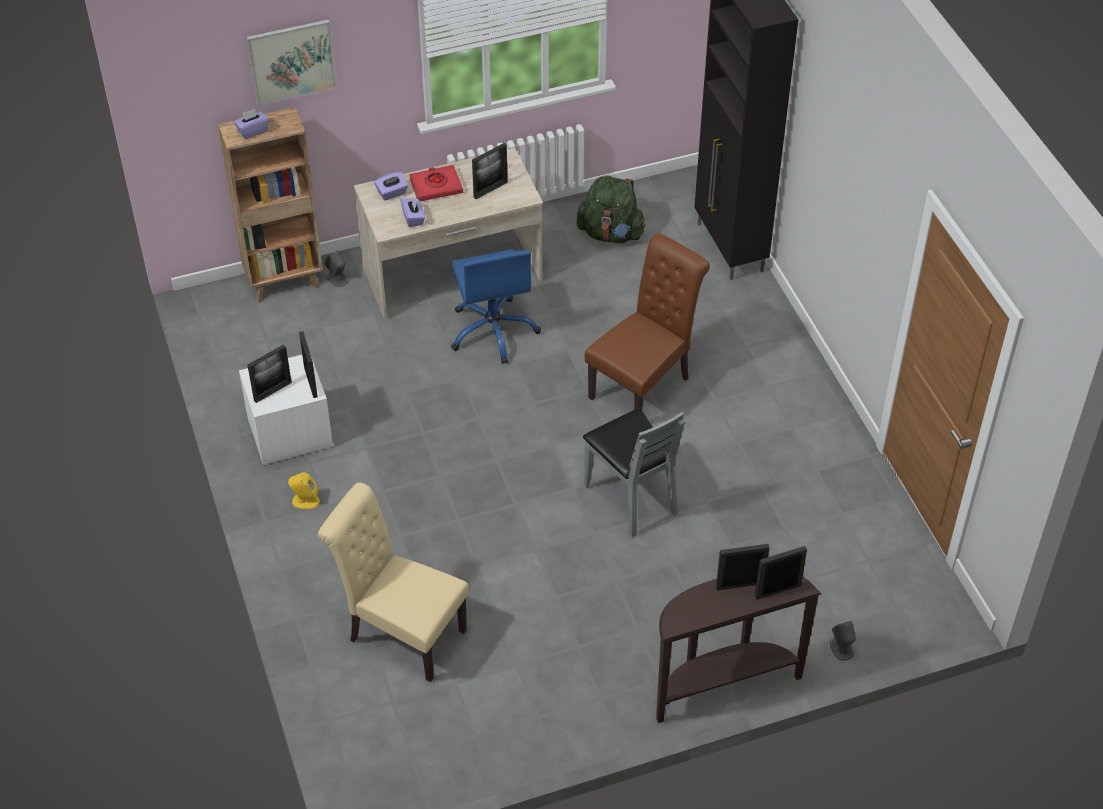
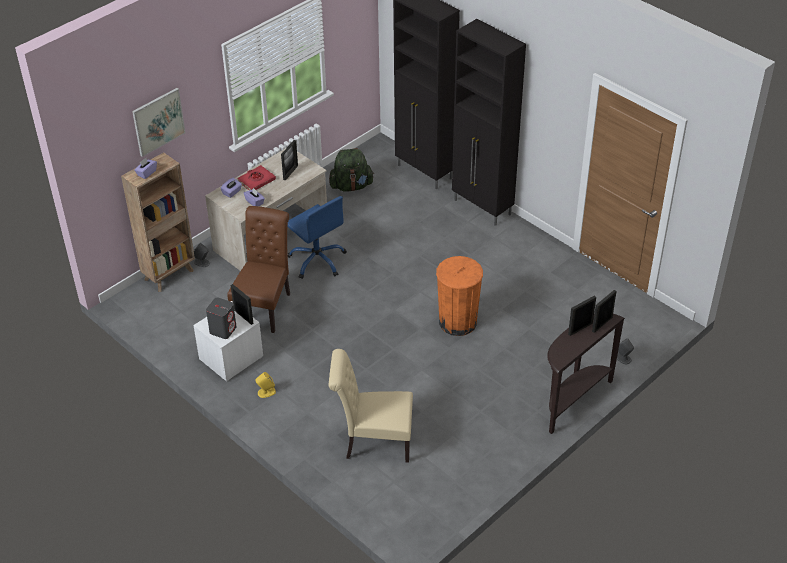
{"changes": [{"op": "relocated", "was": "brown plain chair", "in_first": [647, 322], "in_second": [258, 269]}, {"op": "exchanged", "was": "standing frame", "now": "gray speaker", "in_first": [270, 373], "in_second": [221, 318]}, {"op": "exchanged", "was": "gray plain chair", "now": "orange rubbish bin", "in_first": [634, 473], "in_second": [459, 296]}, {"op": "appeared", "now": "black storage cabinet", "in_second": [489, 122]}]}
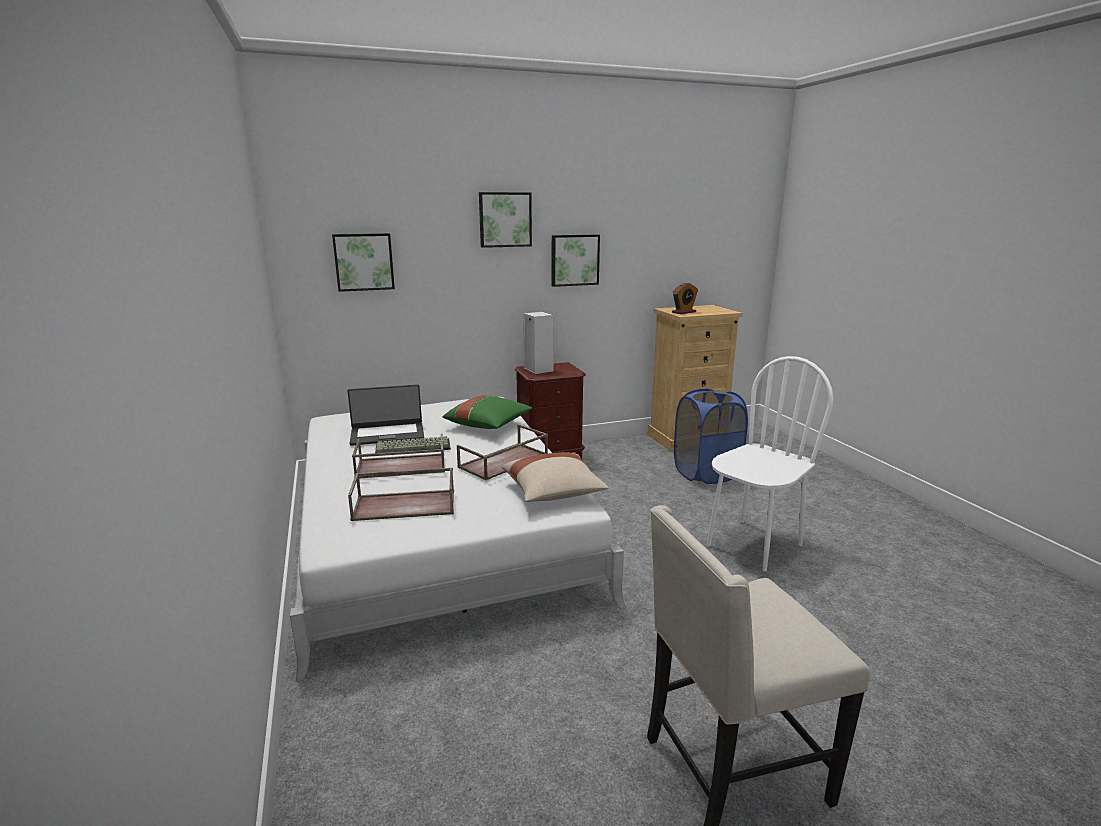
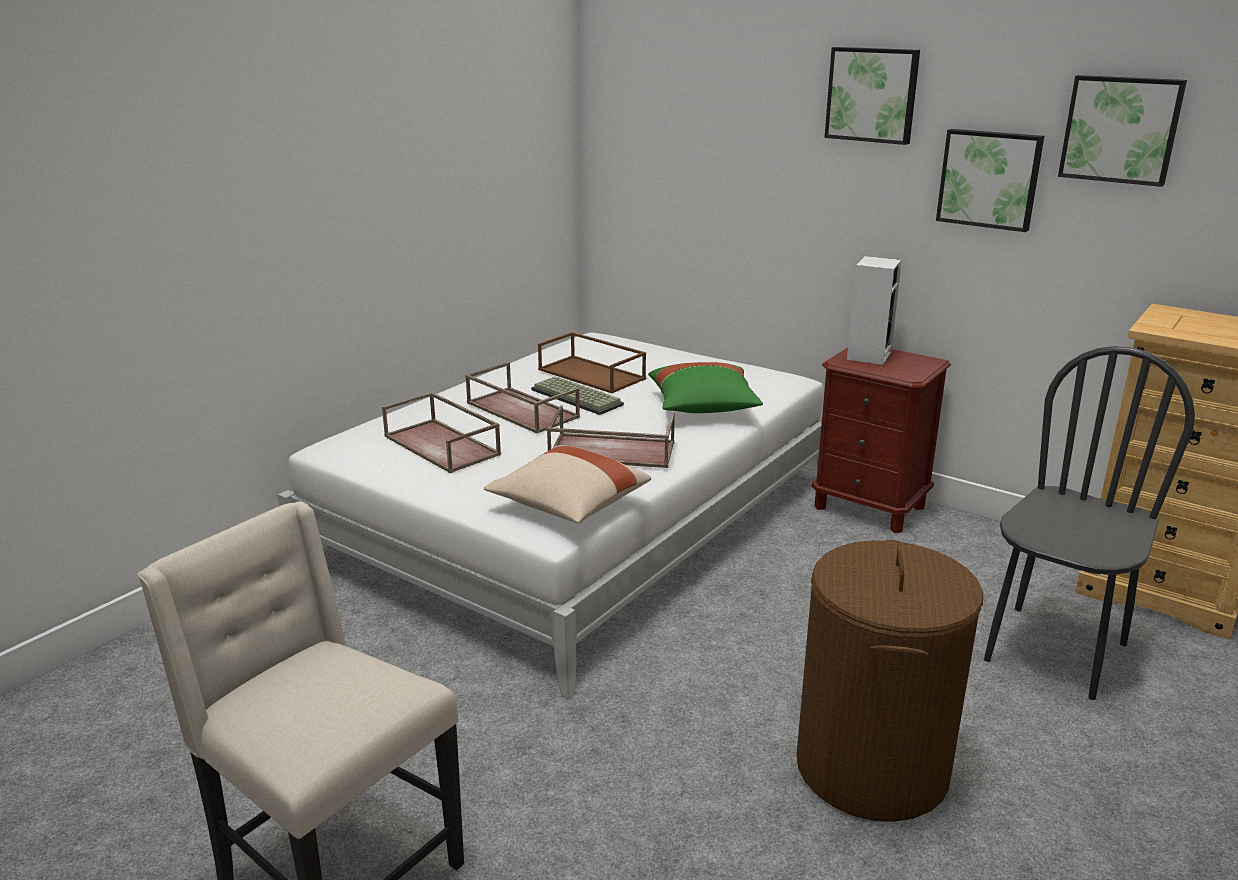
{"changes": [{"op": "relocated", "was": "picture", "in_first": [363, 262], "in_second": [1122, 131]}, {"op": "missing", "was": "alarm clock", "in_first": [685, 298]}, {"op": "exchanged", "was": "white plain chair", "now": "brown washing basket", "in_first": [770, 464], "in_second": [889, 681]}, {"op": "exchanged", "was": "laptop", "now": "brown carrying tray", "in_first": [385, 415], "in_second": [592, 362]}, {"op": "exchanged", "was": "bluish washing basket", "now": "black plain chair", "in_first": [711, 436], "in_second": [1089, 523]}]}
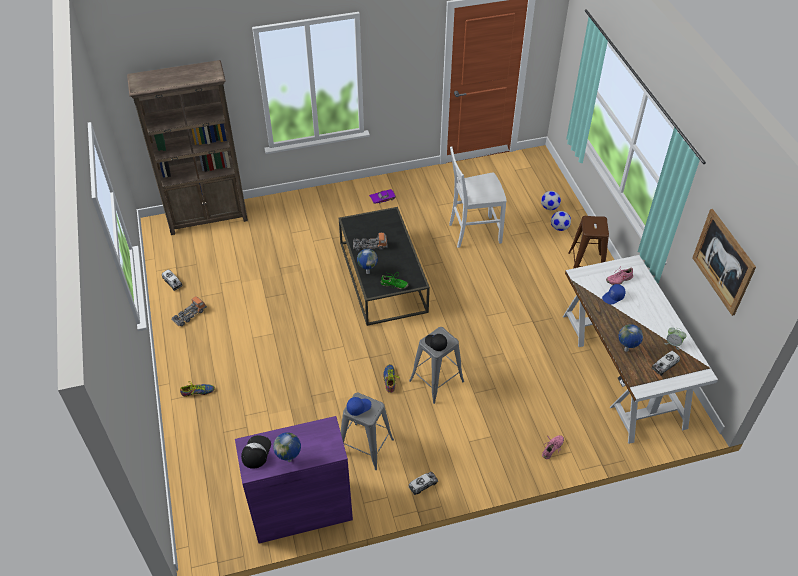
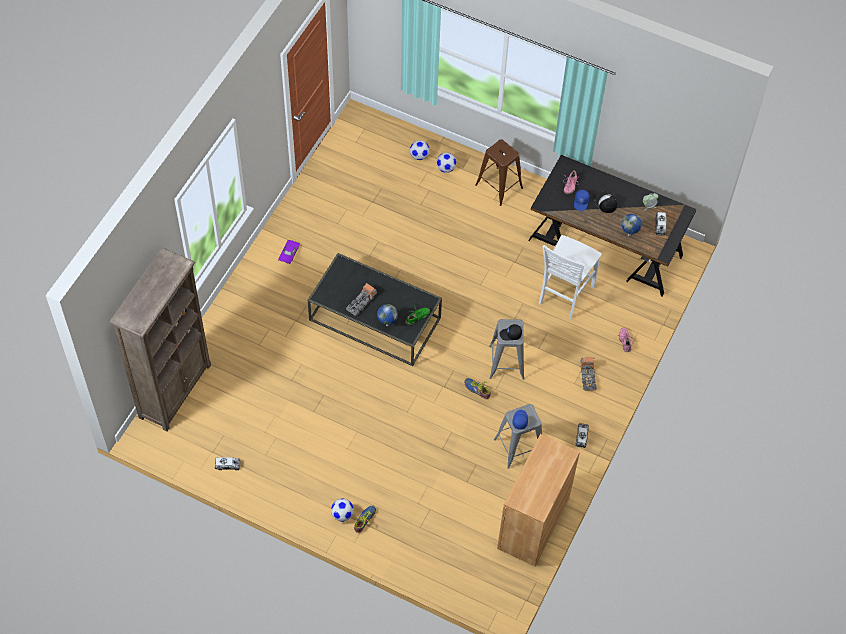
{"changes": [{"op": "relocated", "was": "white plain chair", "in_first": [478, 197], "in_second": [570, 277]}, {"op": "missing", "was": "picture", "in_first": [724, 262]}, {"op": "colour", "was": "white desk table", "now": "black desk table", "in_first": [640, 349], "in_second": [612, 226]}, {"op": "relocated", "was": "model truck", "in_first": [189, 311], "in_second": [588, 374]}, {"op": "colour", "was": "purple storage cabinet", "now": "brown storage cabinet", "in_first": [294, 480], "in_second": [538, 500]}, {"op": "missing", "was": "world globe", "in_first": [287, 447]}, {"op": "relocated", "was": "cap", "in_first": [256, 452], "in_second": [604, 202]}, {"op": "appeared", "now": "ball for football", "in_second": [342, 510]}]}
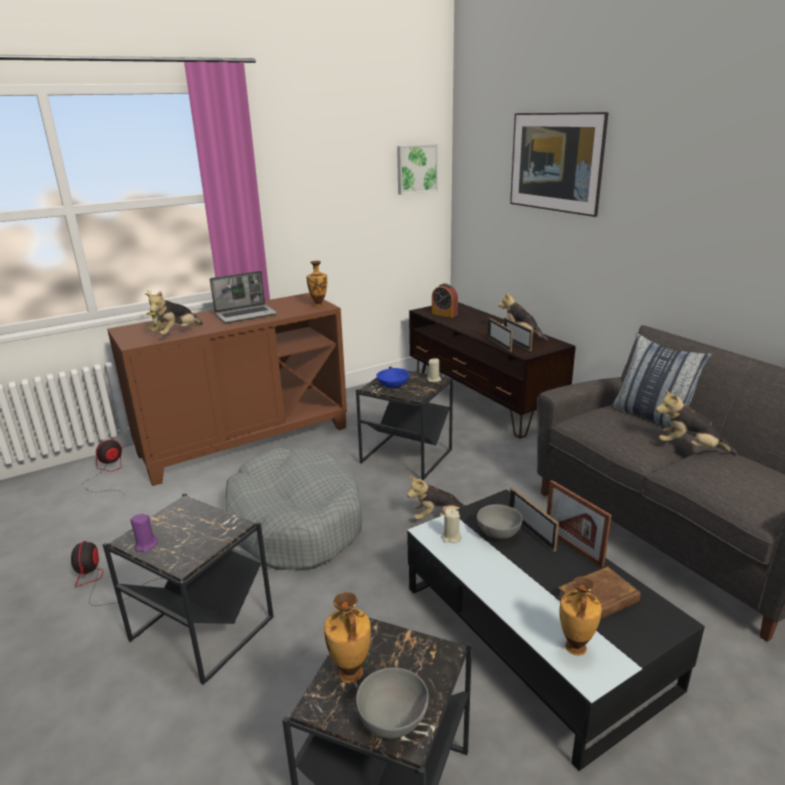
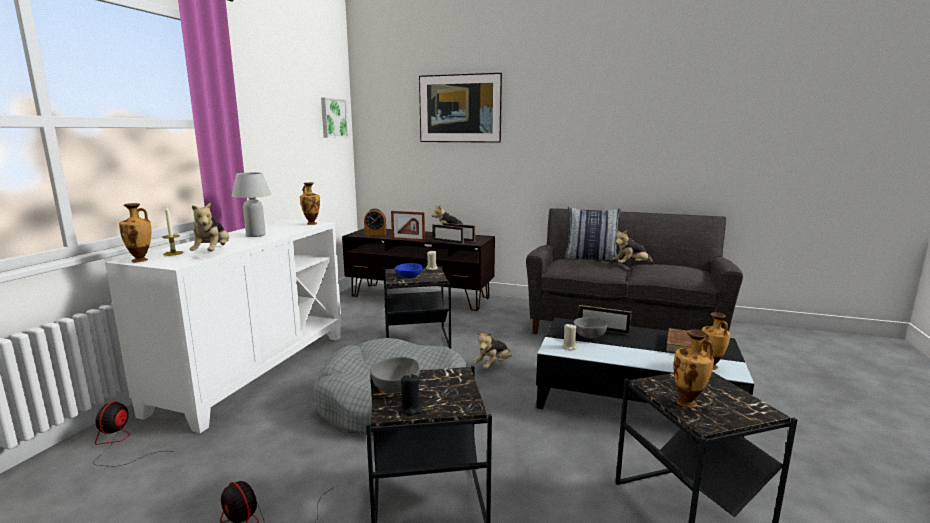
{"changes": [{"op": "exchanged", "was": "laptop", "now": "white table lamp", "in_first": [243, 297], "in_second": [251, 205]}, {"op": "colour", "was": "brown storage cabinet", "now": "white storage cabinet", "in_first": [227, 389], "in_second": [223, 326]}, {"op": "relocated", "was": "standing frame", "in_first": [579, 524], "in_second": [408, 226]}, {"op": "colour", "was": "purple wax candle", "now": "black wax candle", "in_first": [144, 533], "in_second": [411, 395]}, {"op": "relocated", "was": "gray deep dish", "in_first": [392, 703], "in_second": [395, 375]}, {"op": "appeared", "now": "decorative vase", "in_second": [135, 232]}]}
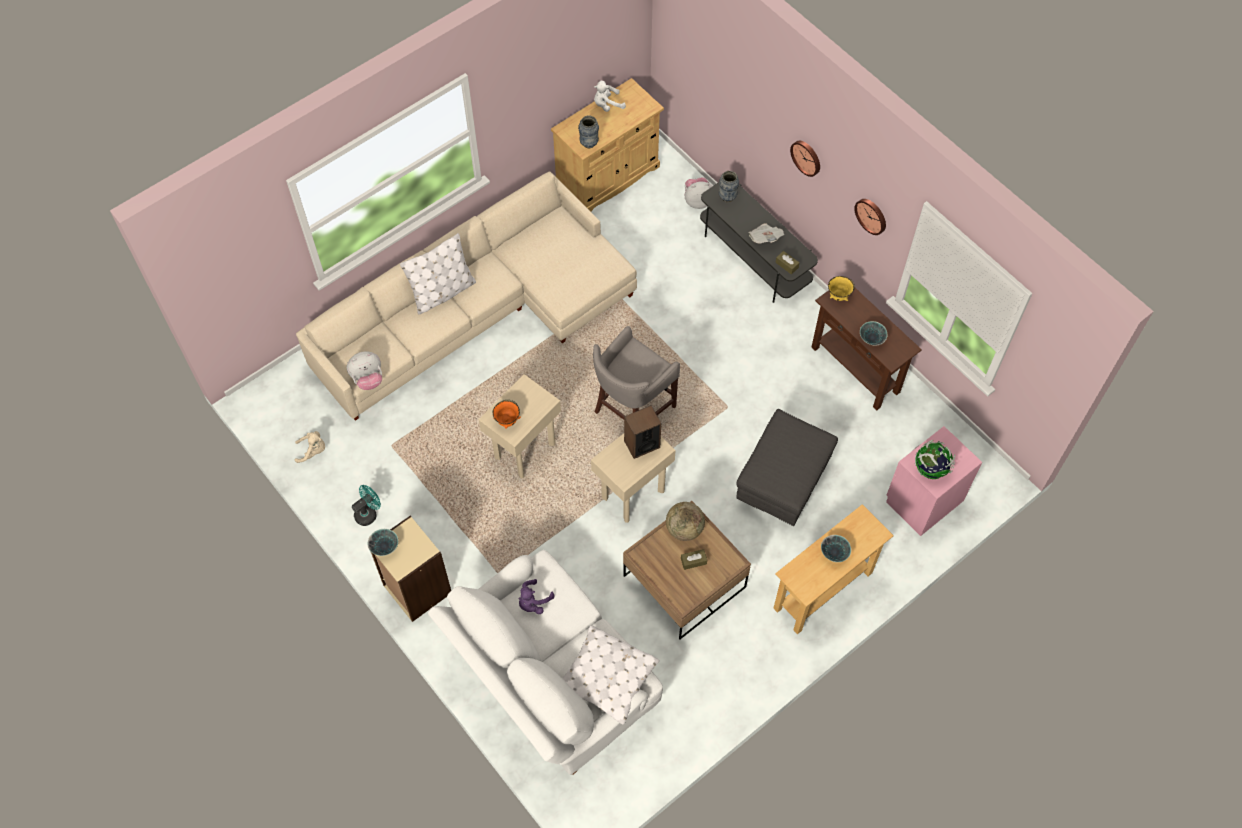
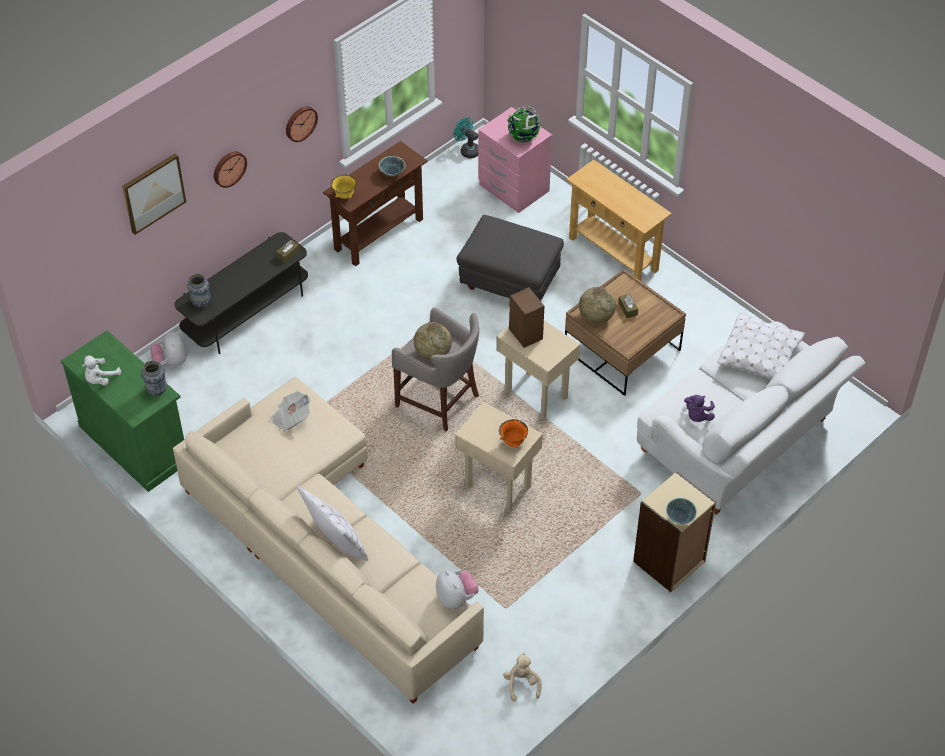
{"changes": [{"op": "colour", "was": "sand-coloured storage cabinet", "now": "greenish storage cabinet", "in_first": [607, 144], "in_second": [122, 411]}, {"op": "spun", "was": "white cuddly toy", "in_first": [610, 96], "in_second": [101, 370], "clockwise": 60}, {"op": "relocated", "was": "printed paper", "in_first": [766, 233], "in_second": [290, 411]}, {"op": "relocated", "was": "turquoise-coloured fan", "in_first": [366, 505], "in_second": [465, 138]}, {"op": "missing", "was": "deep dish", "in_first": [836, 548]}, {"op": "spun", "was": "purple cuddly toy", "in_first": [536, 596], "in_second": [699, 408], "clockwise": 75}, {"op": "appeared", "now": "picture", "in_second": [154, 194]}, {"op": "appeared", "now": "world globe", "in_second": [433, 341]}]}
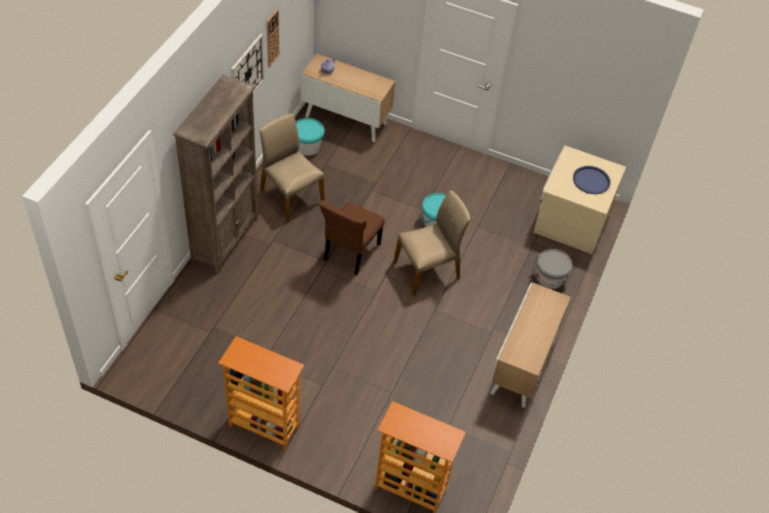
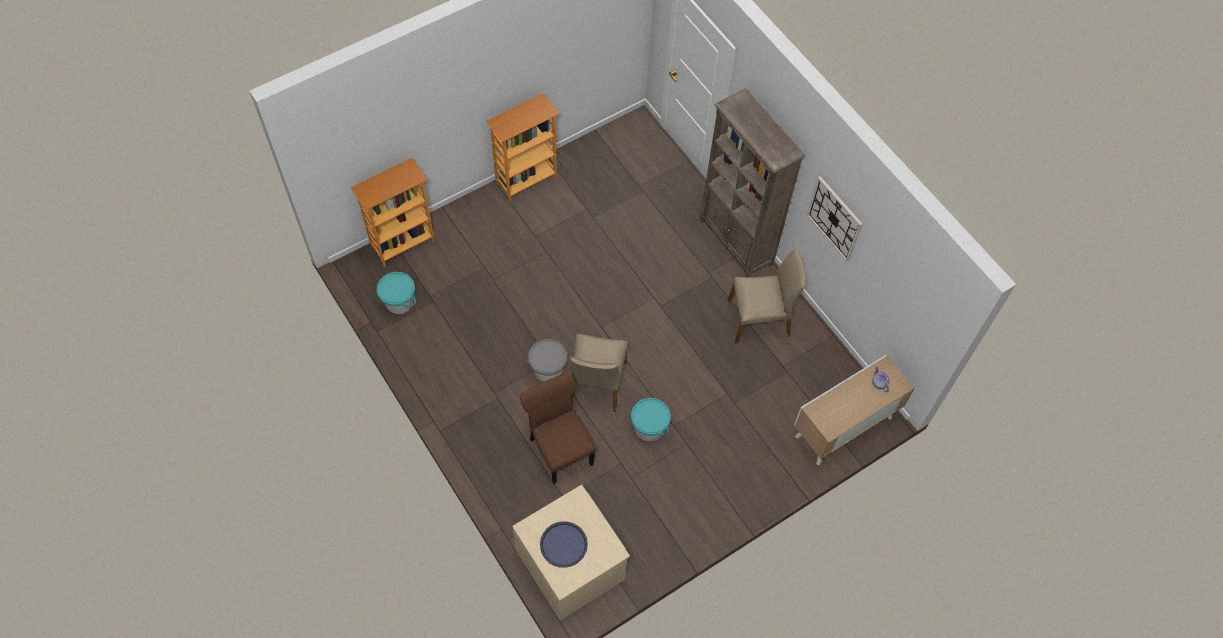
{"changes": [{"op": "missing", "was": "hanging clock", "in_first": [273, 38]}, {"op": "relocated", "was": "turquoise-coloured water bucket", "in_first": [310, 137], "in_second": [396, 293]}, {"op": "relocated", "was": "brown plain chair", "in_first": [352, 238], "in_second": [558, 428]}, {"op": "relocated", "was": "gray water bucket", "in_first": [553, 269], "in_second": [547, 360]}, {"op": "missing", "was": "storage cabinet", "in_first": [530, 345]}]}
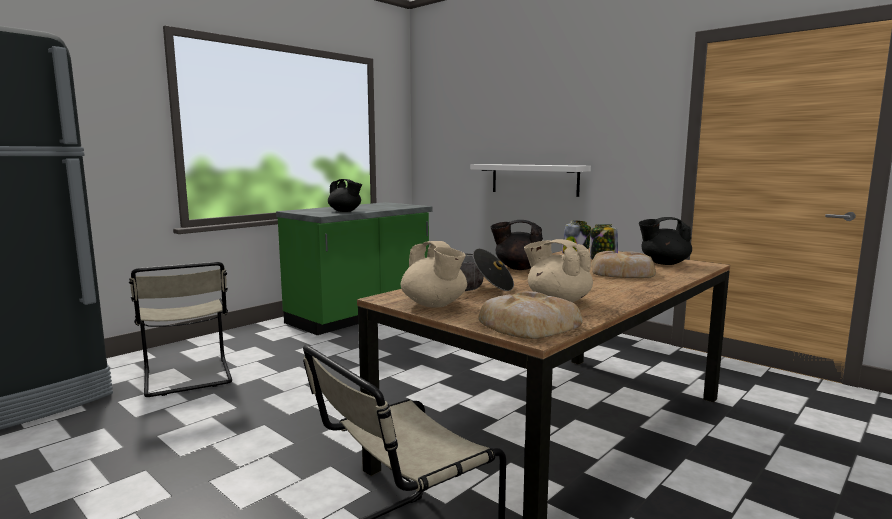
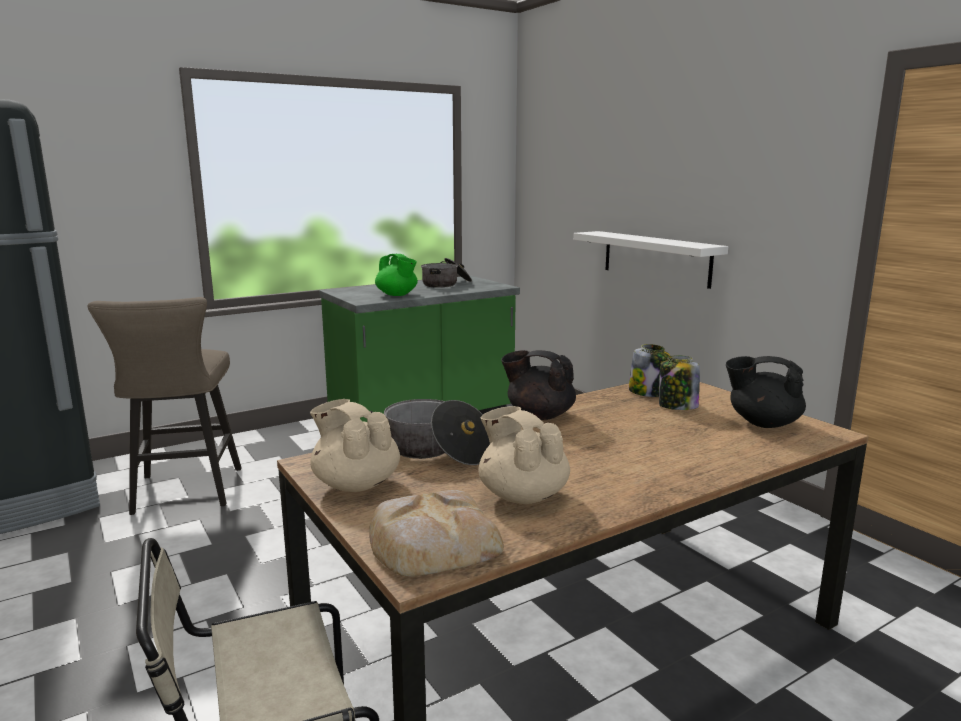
{"changes": [{"op": "colour", "was": "black teapot", "now": "greenish teapot", "in_first": [345, 195], "in_second": [396, 275]}, {"op": "spun", "was": "sand-coloured teapot", "in_first": [434, 274], "in_second": [355, 445], "clockwise": 150}, {"op": "missing", "was": "bread", "in_first": [623, 264]}, {"op": "exchanged", "was": "sand-coloured plain chair", "now": "sand-coloured sitting stool", "in_first": [180, 329], "in_second": [164, 406]}, {"op": "appeared", "now": "cooking pot", "in_second": [446, 273]}]}
